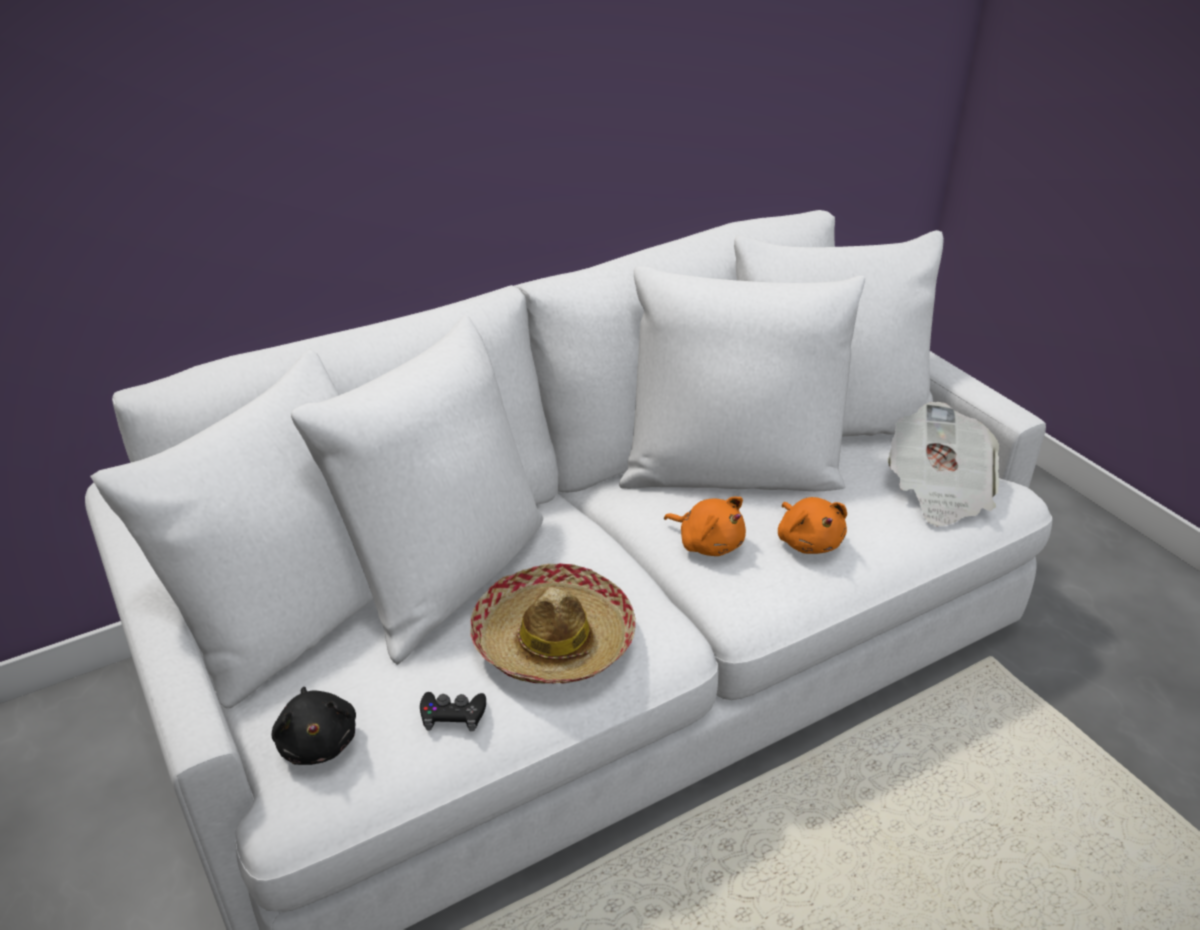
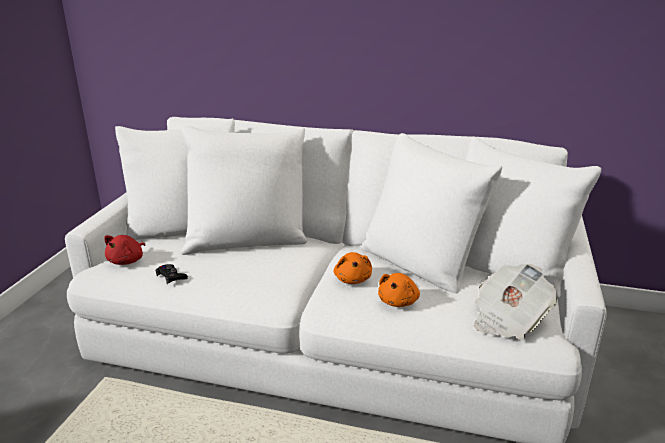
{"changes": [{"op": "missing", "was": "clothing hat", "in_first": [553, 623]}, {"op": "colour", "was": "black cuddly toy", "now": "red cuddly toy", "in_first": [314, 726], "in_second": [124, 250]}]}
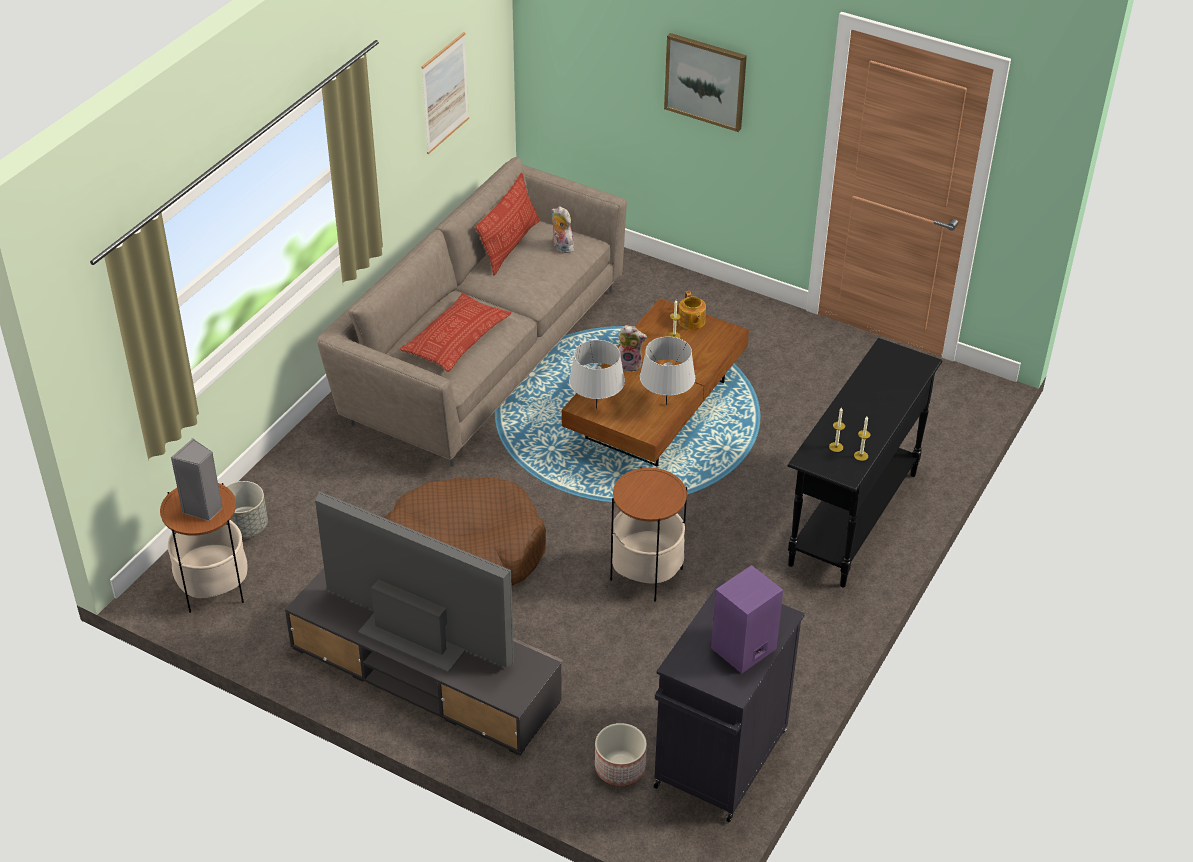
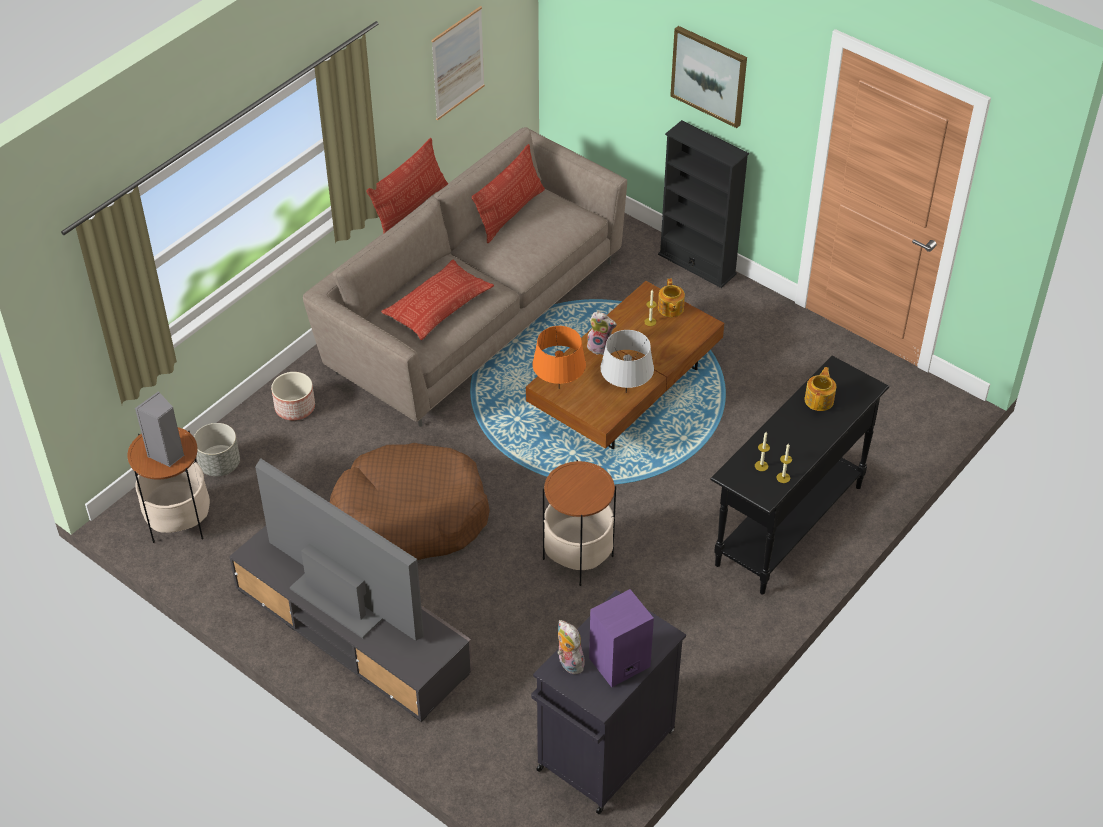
{"changes": [{"op": "relocated", "was": "cuddly toy", "in_first": [563, 229], "in_second": [570, 647]}, {"op": "colour", "was": "gray table lamp", "now": "orange table lamp", "in_first": [597, 374], "in_second": [559, 357]}, {"op": "relocated", "was": "planter", "in_first": [621, 754], "in_second": [293, 396]}, {"op": "appeared", "now": "black bookcase", "in_second": [703, 204]}, {"op": "appeared", "now": "throw pillow", "in_second": [407, 186]}, {"op": "appeared", "now": "teapot", "in_second": [820, 389]}]}
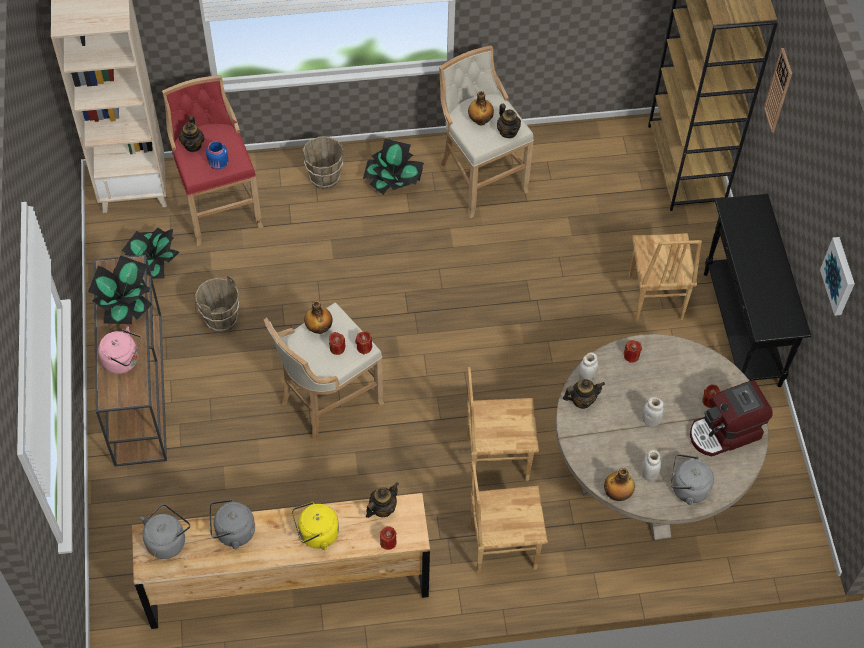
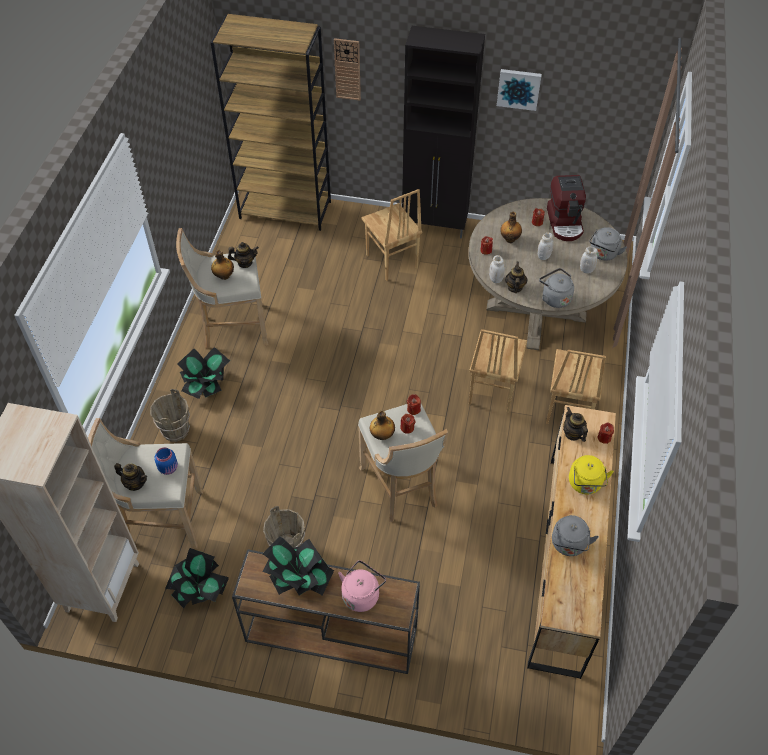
{"changes": [{"op": "colour", "was": "red sitting stool", "now": "sand-coloured sitting stool", "in_first": [212, 160], "in_second": [146, 483]}, {"op": "exchanged", "was": "black narrow table", "now": "black storage cabinet", "in_first": [757, 290], "in_second": [443, 132]}, {"op": "spun", "was": "brown plain chair", "in_first": [665, 277], "in_second": [392, 235], "clockwise": 45}, {"op": "relocated", "was": "bottle", "in_first": [619, 484], "in_second": [511, 227]}, {"op": "relocated", "was": "gray water kettle", "in_first": [165, 531], "in_second": [556, 288]}]}
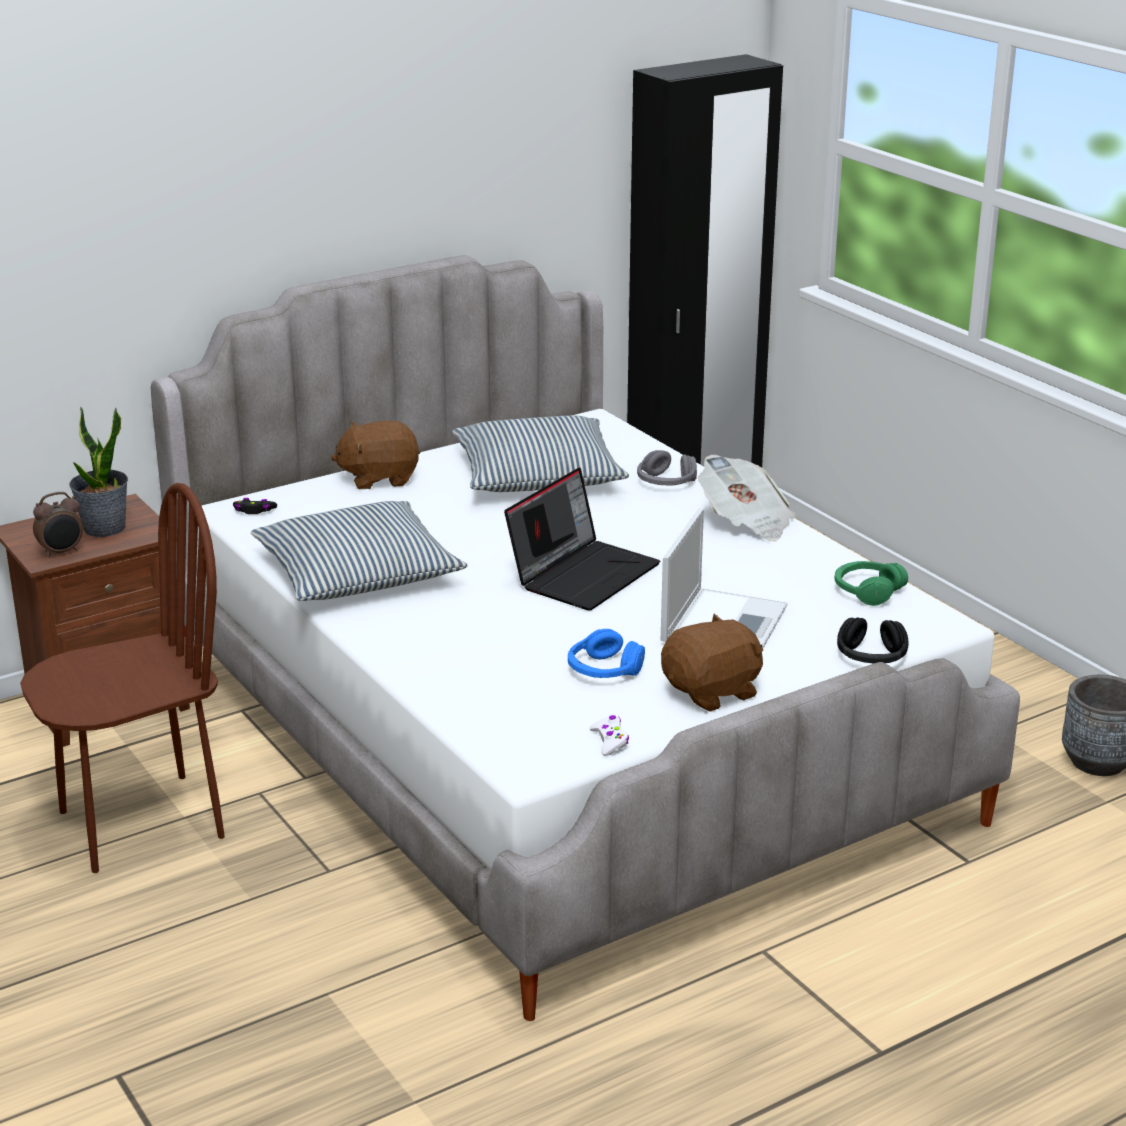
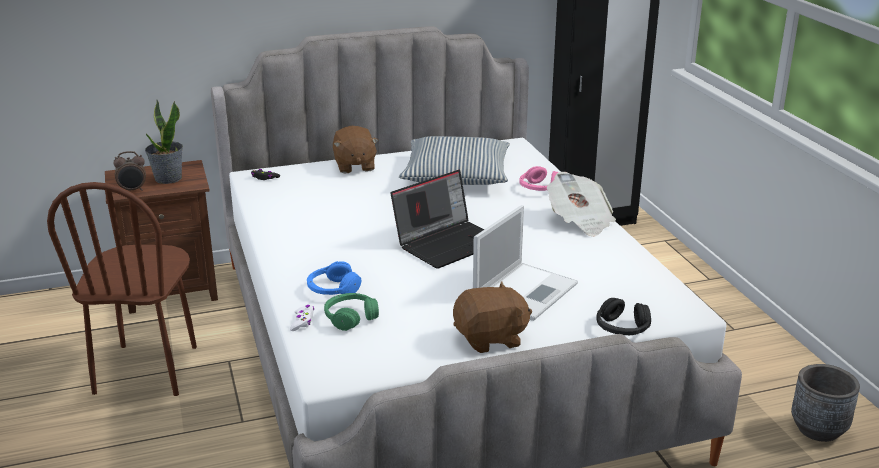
{"changes": [{"op": "spun", "was": "brown cuddly toy", "in_first": [375, 455], "in_second": [356, 149], "clockwise": -105}, {"op": "colour", "was": "gray pair of headphones", "now": "pinkish pair of headphones", "in_first": [667, 468], "in_second": [538, 178]}, {"op": "spun", "was": "brown plain chair", "in_first": [122, 678], "in_second": [122, 289], "clockwise": 105}, {"op": "missing", "was": "throw pillow", "in_first": [359, 551]}, {"op": "relocated", "was": "greenish pair of headphones", "in_first": [871, 583], "in_second": [351, 312]}, {"op": "relocated", "was": "bluish pair of headphones", "in_first": [606, 653], "in_second": [334, 278]}, {"op": "relocated", "was": "white gamepad", "in_first": [609, 735], "in_second": [302, 318]}]}
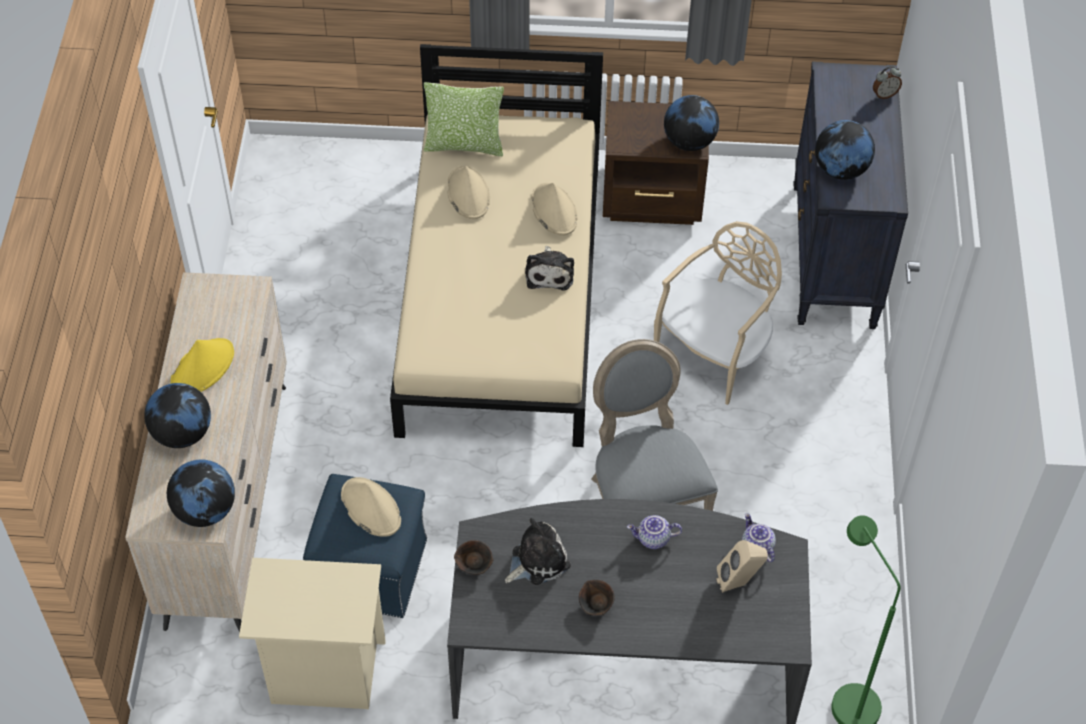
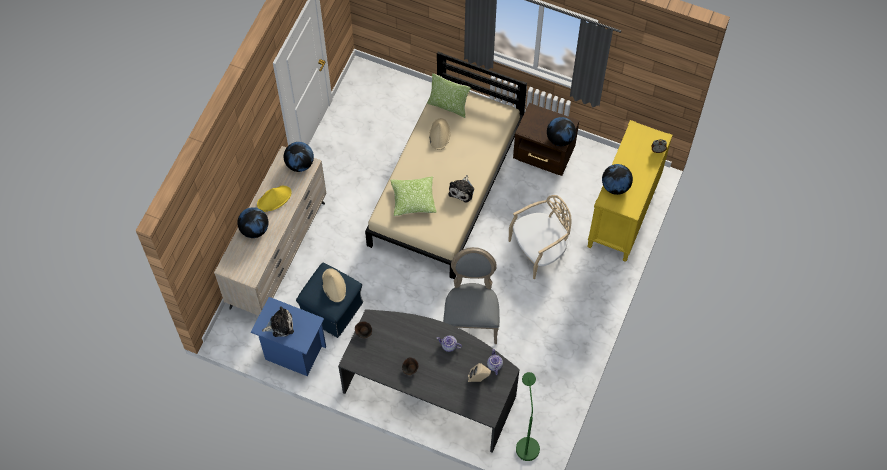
{"changes": [{"op": "colour", "was": "black drawer chest", "now": "yellow drawer chest", "in_first": [850, 195], "in_second": [630, 191]}, {"op": "missing", "was": "sand-coloured clothing hat", "in_first": [554, 209]}, {"op": "relocated", "was": "world globe", "in_first": [201, 493], "in_second": [299, 157]}, {"op": "relocated", "was": "cuddly toy", "in_first": [538, 551], "in_second": [278, 322]}, {"op": "colour", "was": "sand-coloured bedside table", "now": "bluish bedside table", "in_first": [312, 633], "in_second": [288, 336]}, {"op": "appeared", "now": "throw pillow", "in_second": [413, 196]}]}
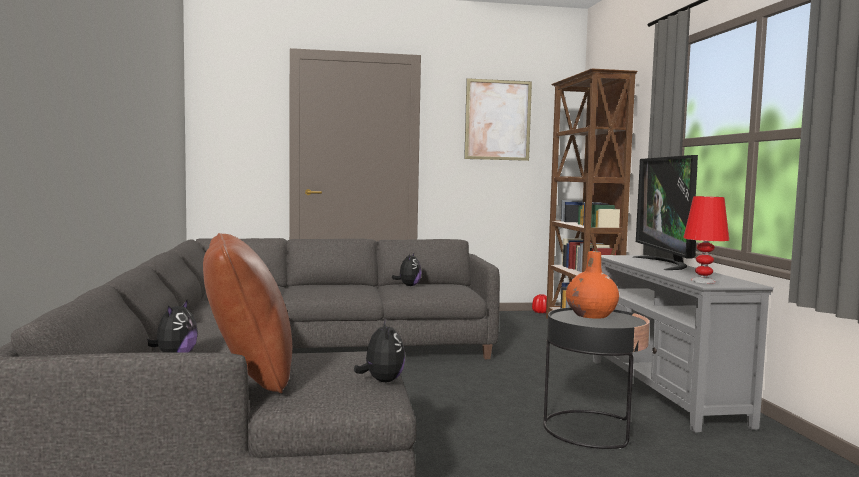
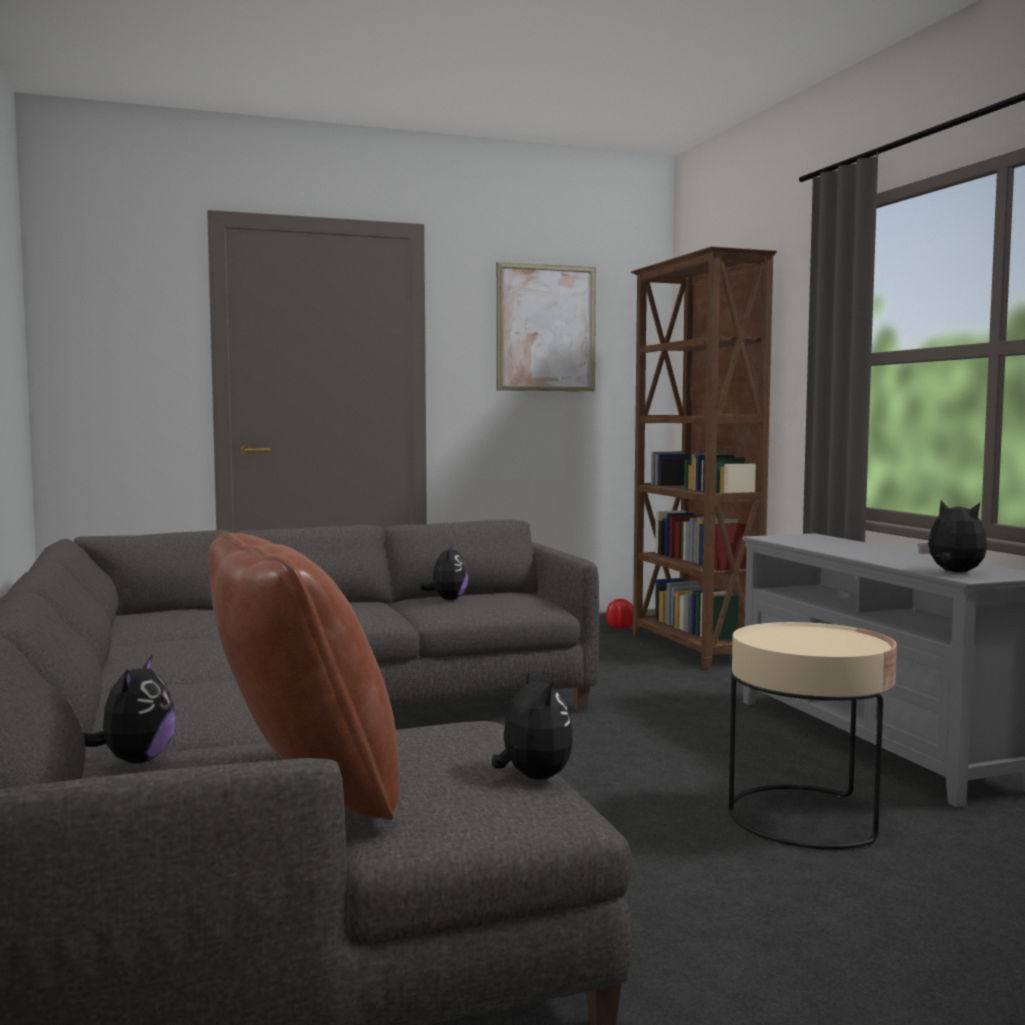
{"changes": [{"op": "missing", "was": "television", "in_first": [665, 212]}, {"op": "exchanged", "was": "red table lamp", "now": "cuddly toy", "in_first": [706, 239], "in_second": [952, 536]}, {"op": "missing", "was": "orange decorative vase", "in_first": [592, 285]}, {"op": "colour", "was": "black end table", "now": "sand-coloured end table", "in_first": [596, 378], "in_second": [812, 735]}]}
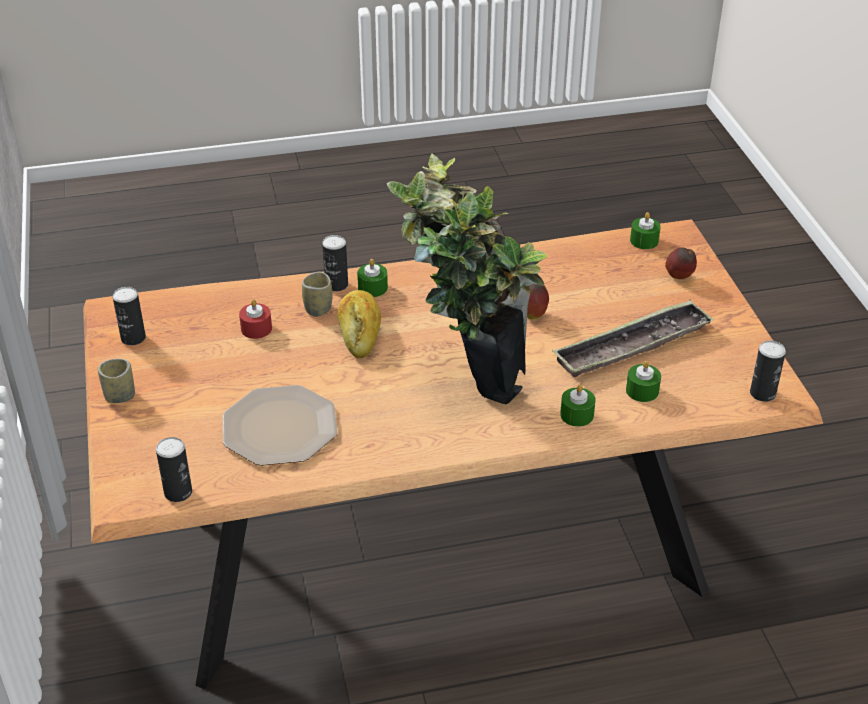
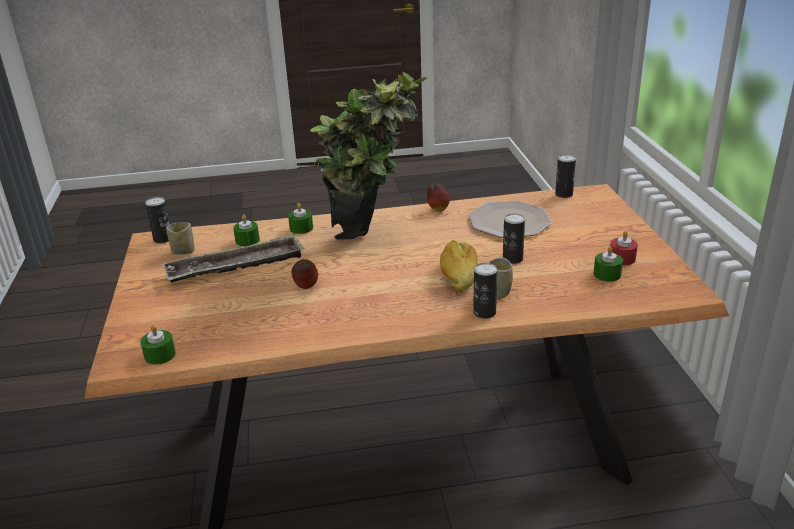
{"changes": [{"op": "relocated", "was": "apple fruit", "in_first": [681, 263], "in_second": [438, 197]}, {"op": "relocated", "was": "greenish wax candle", "in_first": [372, 278], "in_second": [608, 263]}, {"op": "relocated", "was": "sealed can", "in_first": [129, 316], "in_second": [514, 238]}, {"op": "relocated", "was": "red wax candle", "in_first": [255, 319], "in_second": [624, 248]}, {"op": "relocated", "was": "cup", "in_first": [116, 381], "in_second": [180, 238]}]}
